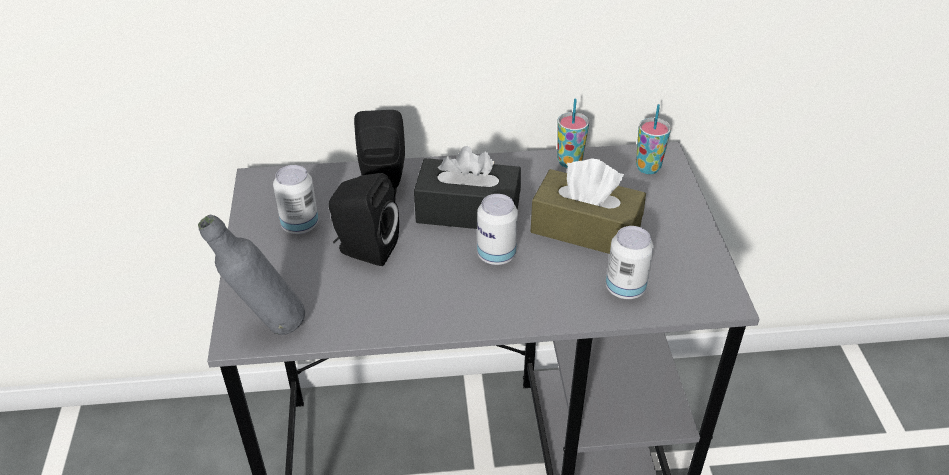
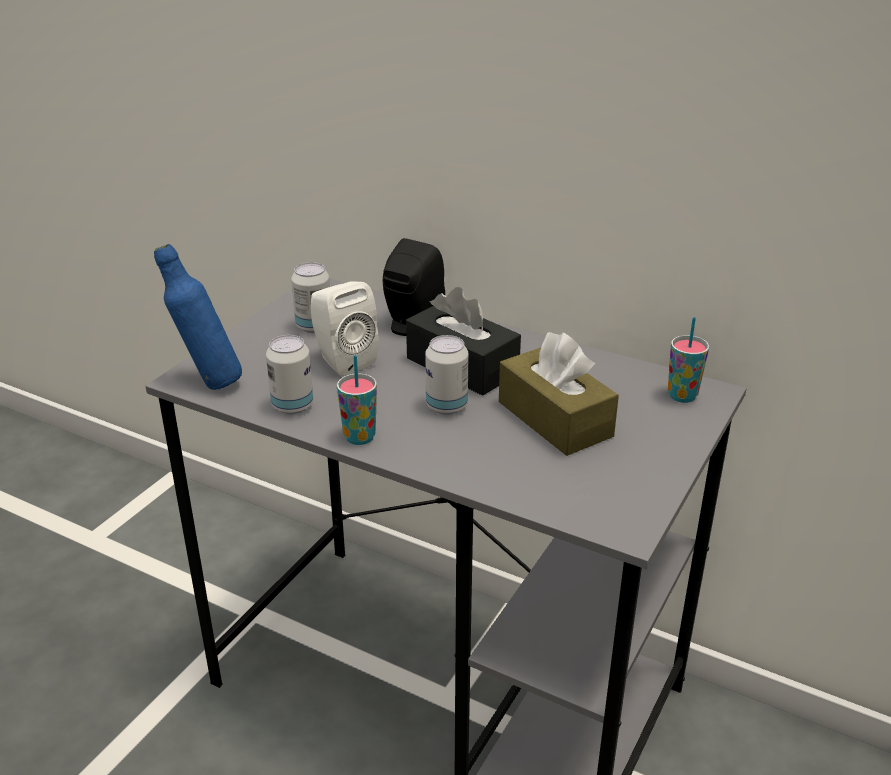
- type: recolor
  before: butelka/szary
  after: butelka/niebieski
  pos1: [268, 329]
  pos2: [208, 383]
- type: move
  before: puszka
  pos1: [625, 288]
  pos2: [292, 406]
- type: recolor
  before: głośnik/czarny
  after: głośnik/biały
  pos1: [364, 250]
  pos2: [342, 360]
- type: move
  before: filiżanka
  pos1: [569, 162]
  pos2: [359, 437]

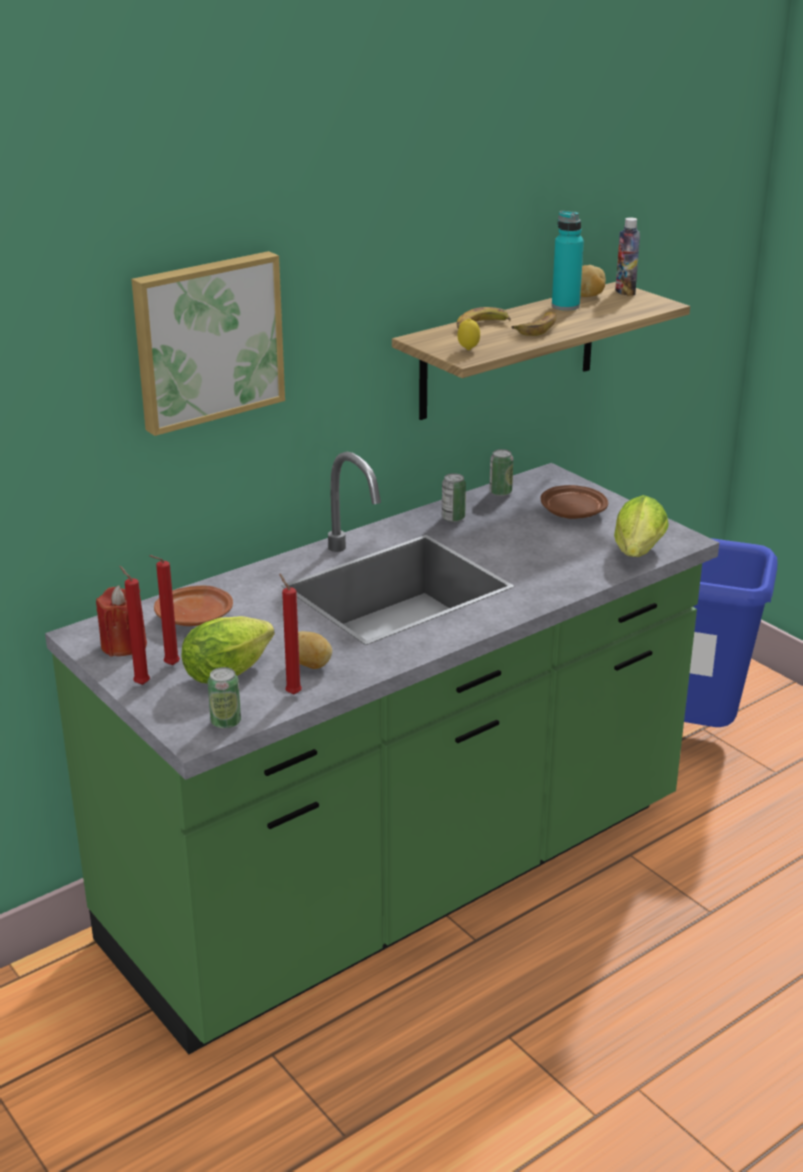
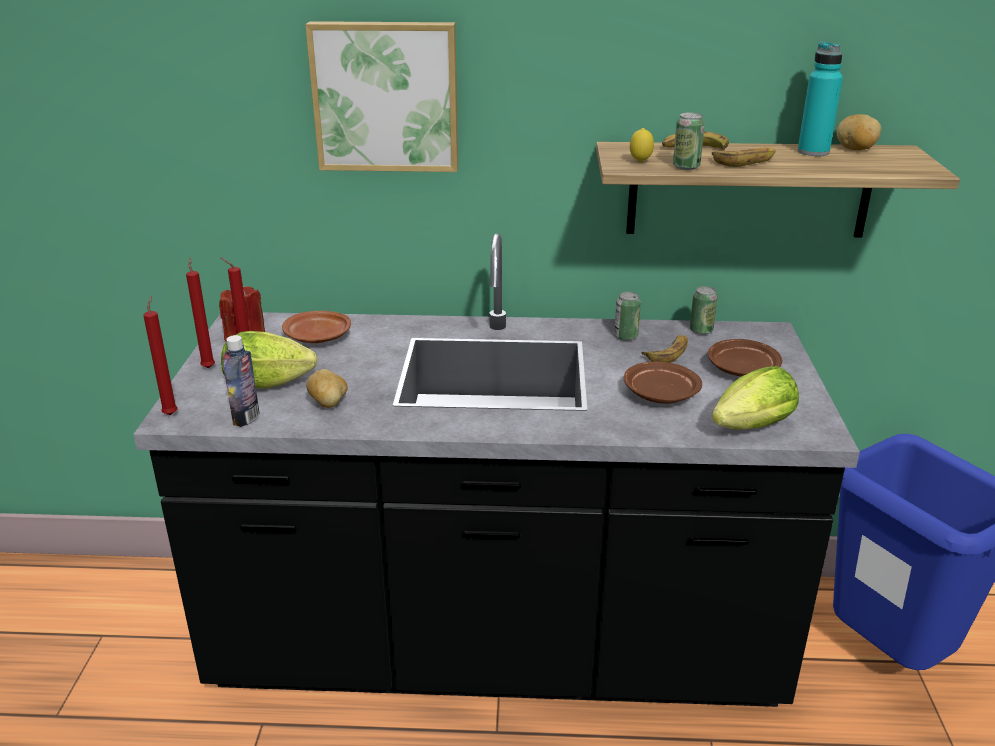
- type: recolor
  before: zabudowa kuchenna/zielony
  after: zabudowa kuchenna/czarny
  pos1: [401, 880]
  pos2: [497, 647]
- type: move
  before: świeca/czerwony
  pos1: [292, 693]
  pos2: [171, 413]
- type: move
  before: butelka
  pos1: [625, 292]
  pos2: [246, 418]
- type: insert
  after: talerz/brązowy
  pos2: [659, 394]
- type: insert
  after: banan
  pos2: [668, 353]
- type: move
  before: puszka
  pos1: [226, 722]
  pos2: [686, 167]

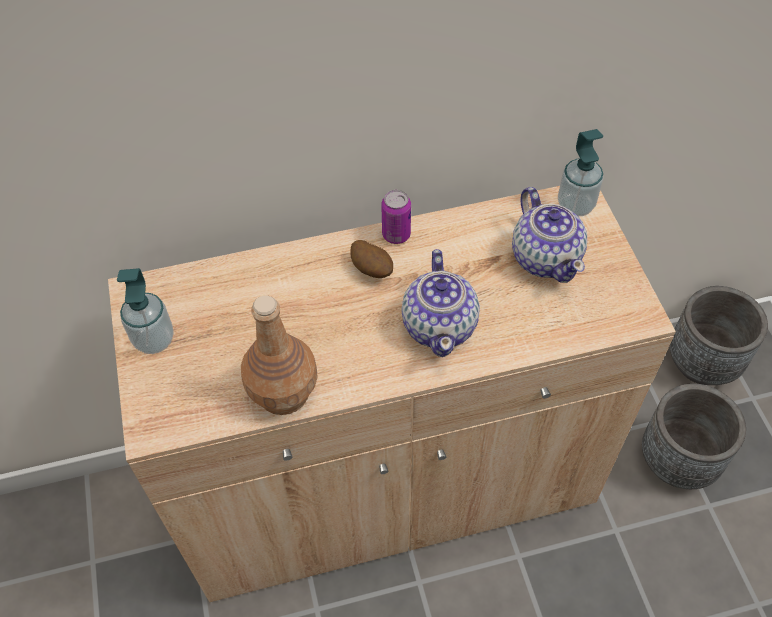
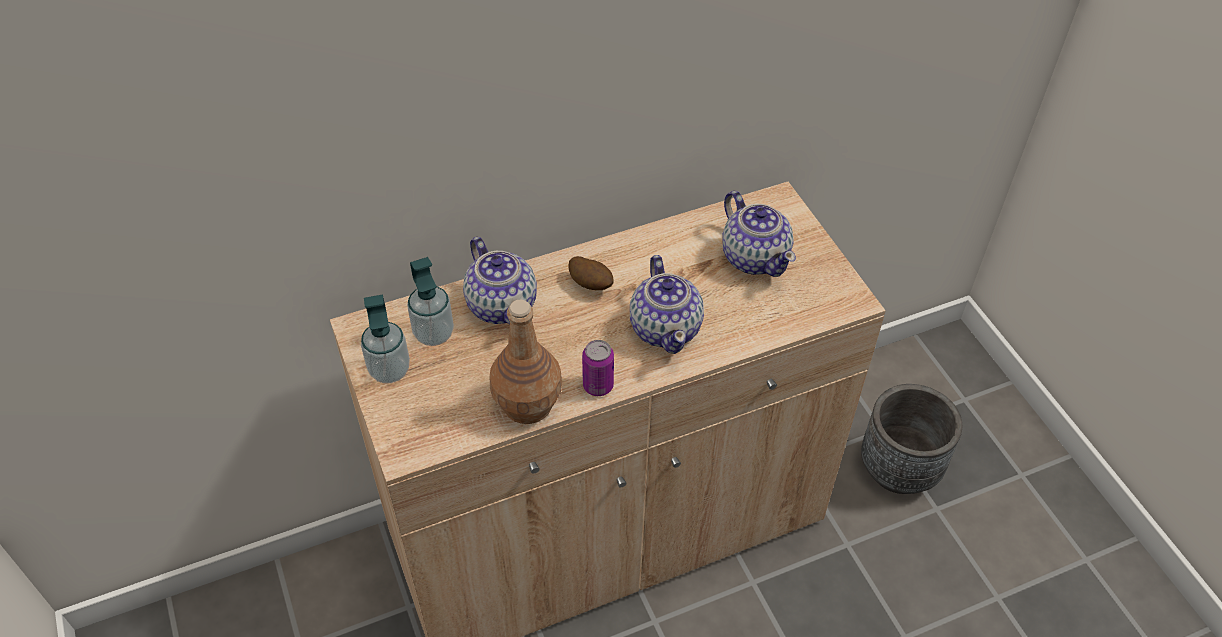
- type: move
  before: dozownik mydła
  pos1: [575, 205]
  pos2: [434, 333]
- type: insert
  after: imbryk
  pos2: [502, 304]
- type: move
  before: puszka
  pos1: [396, 235]
  pos2: [598, 386]
- type: delete
  before: donica/szary
  pos1: [702, 362]

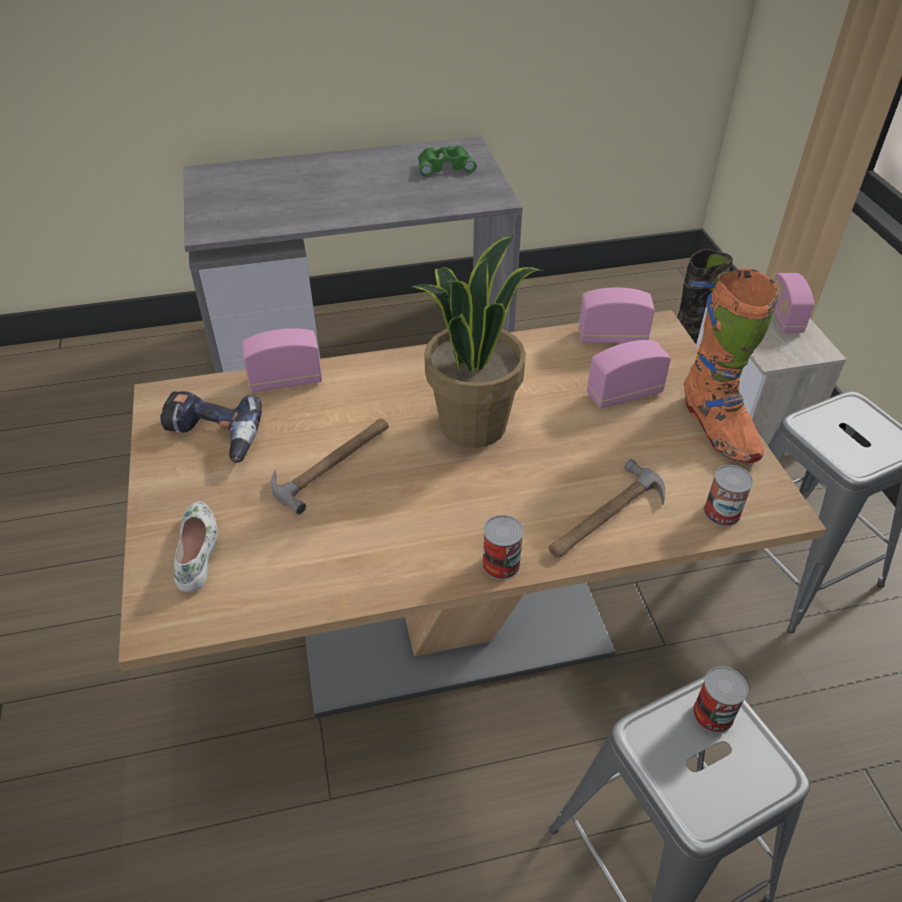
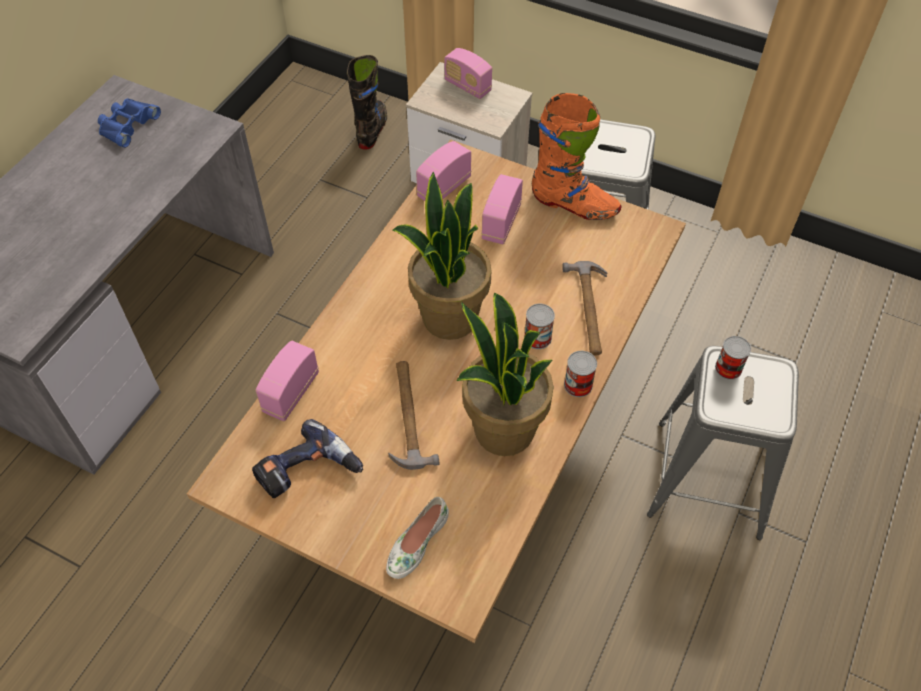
- type: recolor
  before: lornetka/zielony
  after: lornetka/niebieski
  pos1: [444, 166]
  pos2: [127, 125]
- type: rotate
  before: but/biały
  pos1: [198, 551]
  pos2: [416, 542]
  turn: -90
- type: insert
  after: roślina doniczkowa
  pos2: [502, 430]
- type: move
  before: puszka
  pos1: [722, 512]
  pos2: [537, 338]

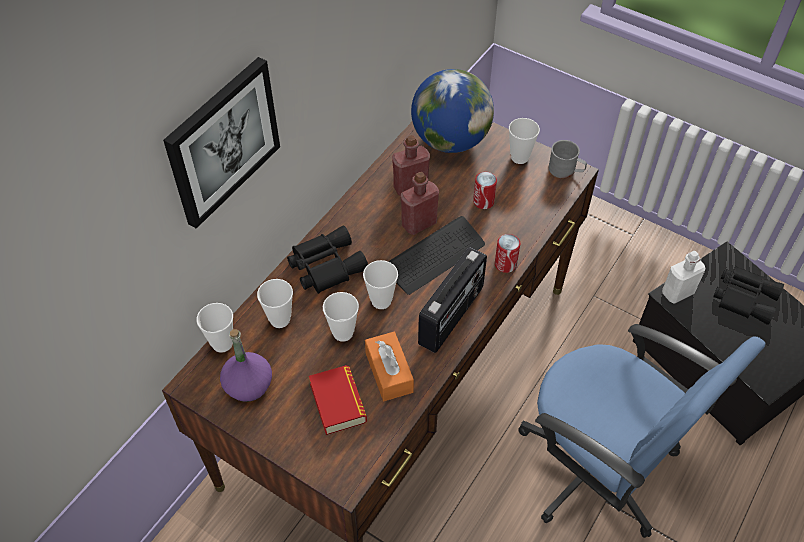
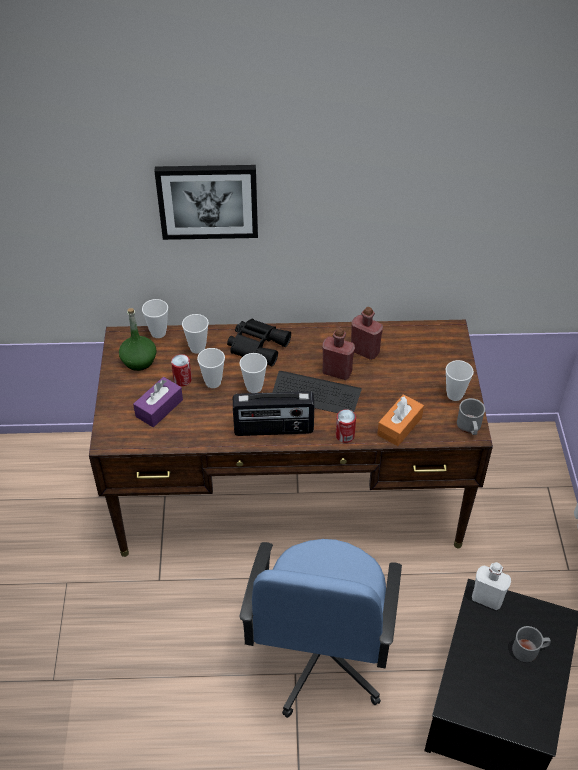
- type: recolor
  before: butelka/fioletowy
  after: butelka/zielony
  pos1: [248, 385]
  pos2: [139, 360]
- type: replace
  before: książka
  after: pudełko chusteczek/fioletowy
  pos1: [338, 403]
  pos2: [159, 408]
- type: move
  before: puszka
  pos1: [483, 201]
  pos2: [182, 380]
- type: move
  before: pudełko chusteczek/pomarańczowy
  pos1: [389, 372]
  pos2: [399, 426]
- type: replace
  before: lornetka/czarny
  after: kubek/szary
  pos1: [744, 297]
  pos2: [529, 650]
- type: delete
  before: globus
  pos1: [450, 140]

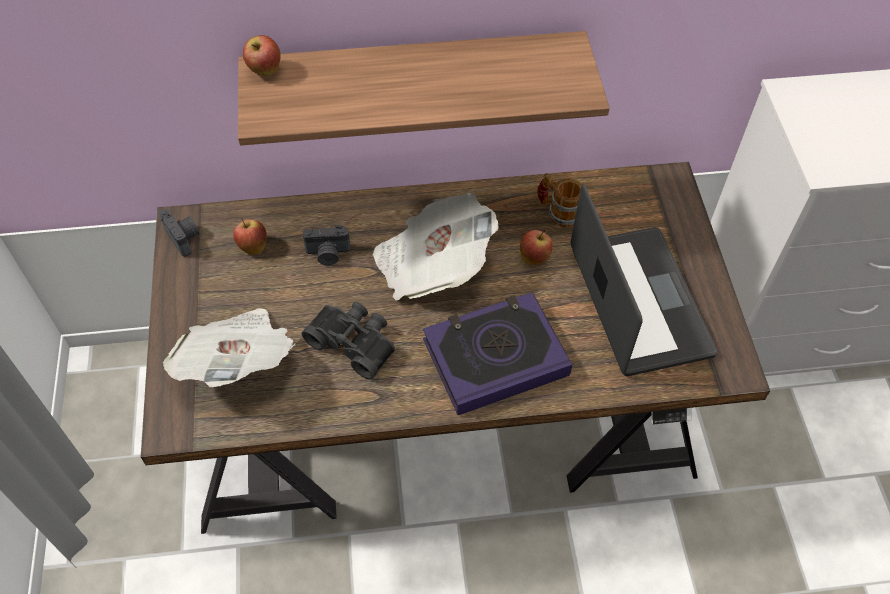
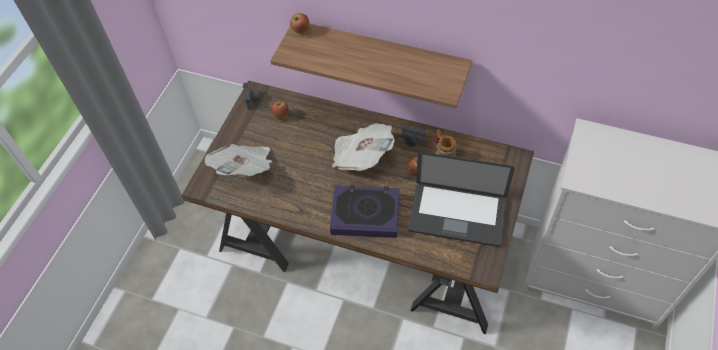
- type: move
  before: aparat fotograficzny
  pos1: [328, 254]
  pos2: [412, 140]
- type: rotate
  before: laptop
  pos1: [639, 301]
  pos2: [457, 215]
  turn: 90
- type: delete
  before: lornetka/czarny
  pos1: [354, 342]

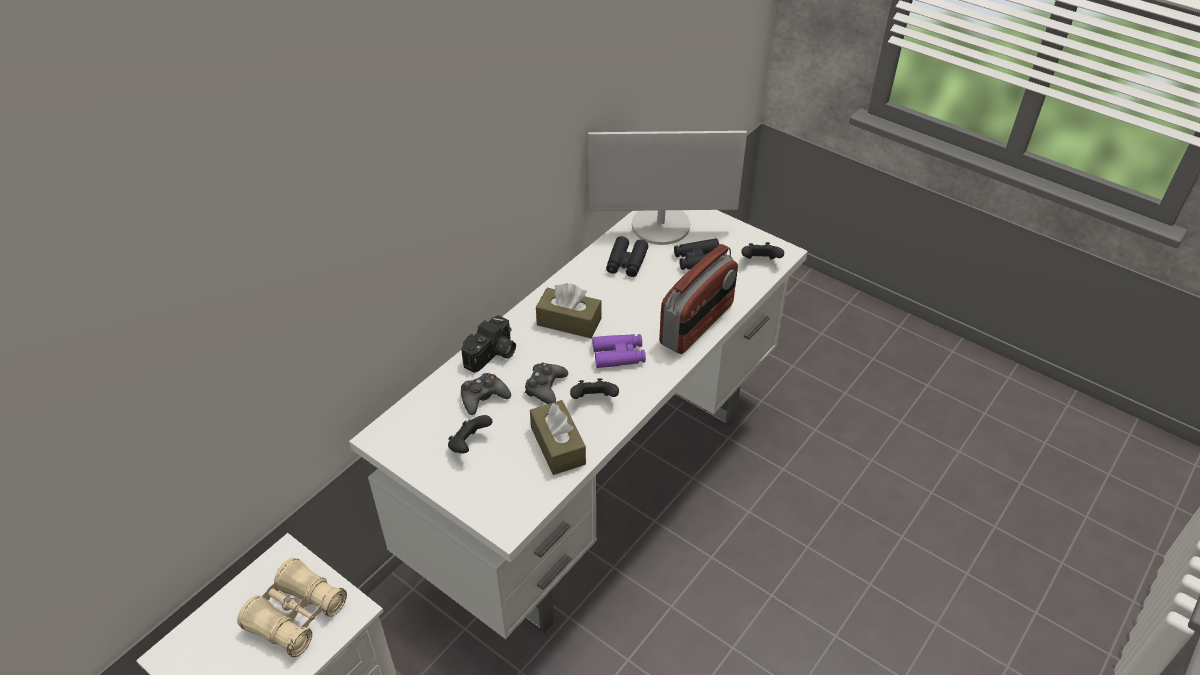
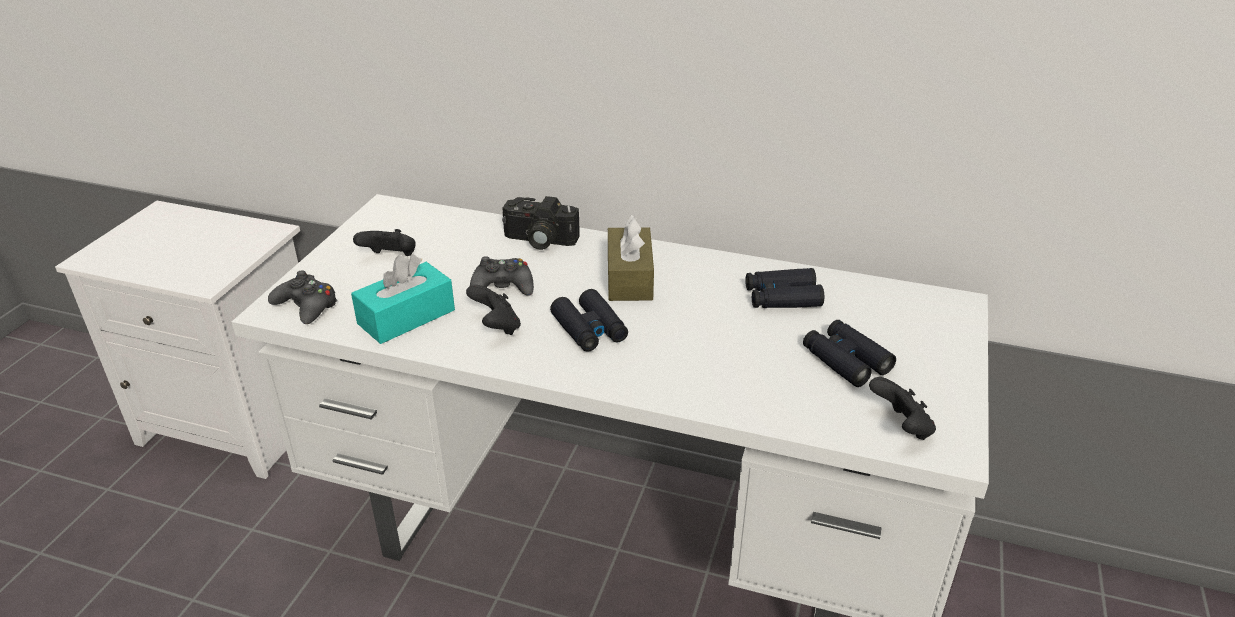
- type: move
  before: pad do gier/czarny
  pos1: [483, 397]
  pos2: [306, 306]
- type: recolor
  before: pudełko chusteczek/brązowy
  after: pudełko chusteczek/turkusowy
  pos1: [558, 446]
  pos2: [406, 317]
- type: recolor
  before: lornetka/fioletowy
  after: lornetka/czarny
  pos1: [618, 355]
  pos2: [589, 329]
- type: delete
  before: lornetka/beżowy
  pos1: [296, 615]
- type: delete
  before: monitor
  pos1: [661, 226]
- type: delete
  before: radio
  pos1: [697, 324]

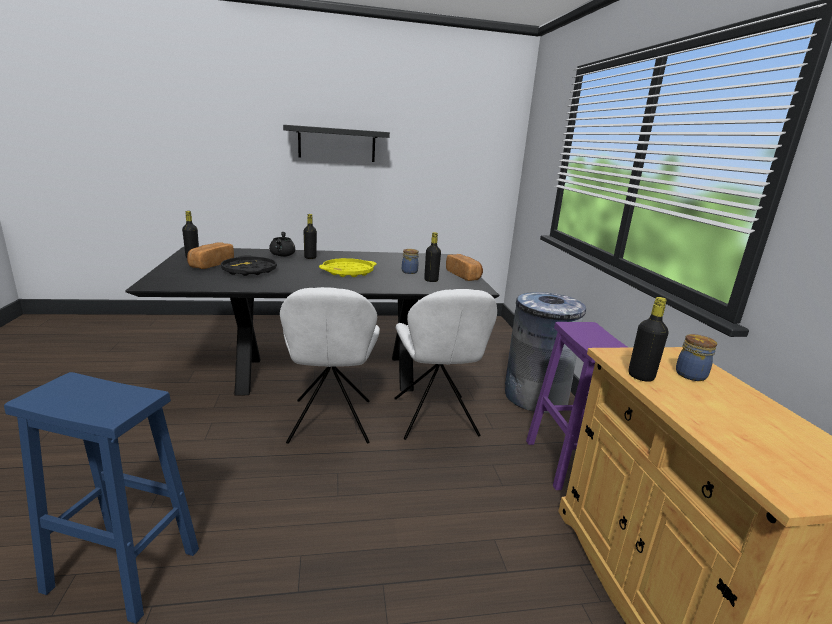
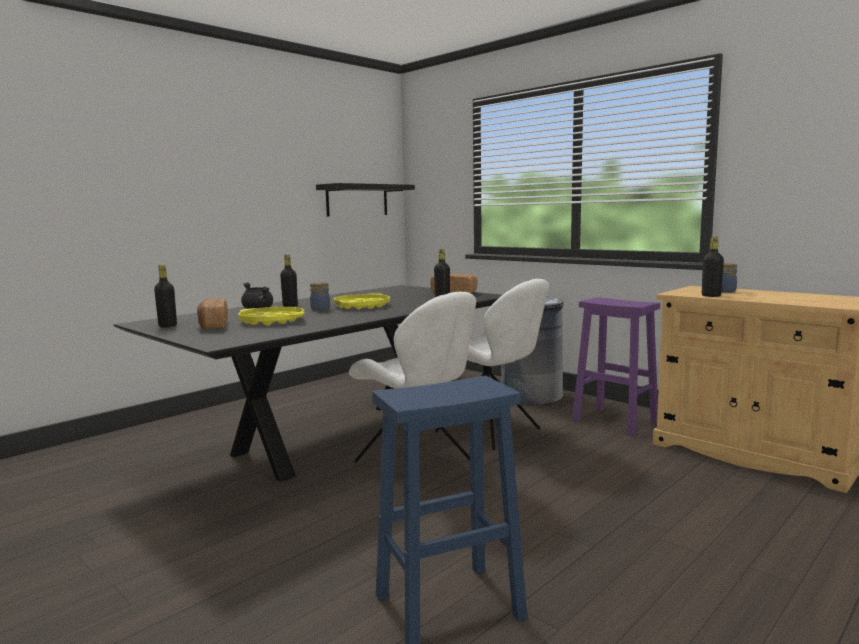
- type: recolor
  before: taca/czarny
  after: taca/żółty
  pos1: [249, 270]
  pos2: [272, 321]
- type: move
  before: słoik
  pos1: [410, 272]
  pos2: [320, 309]
- type: move
  before: półka/czarny
  pos1: [337, 144]
  pos2: [357, 200]

